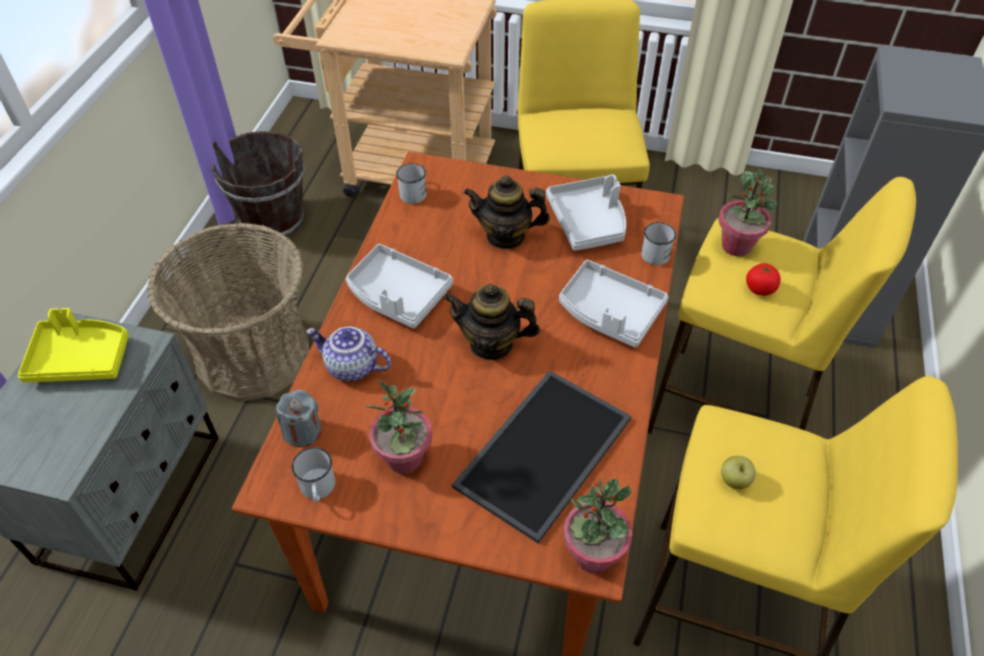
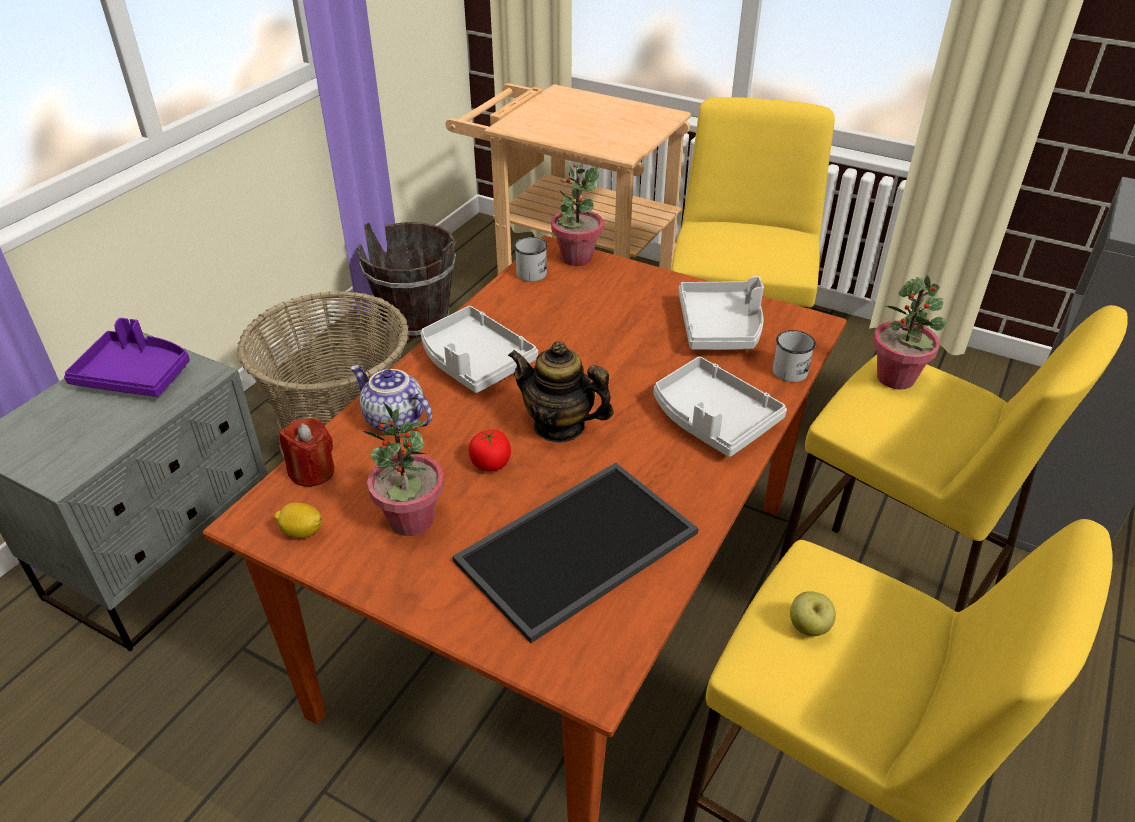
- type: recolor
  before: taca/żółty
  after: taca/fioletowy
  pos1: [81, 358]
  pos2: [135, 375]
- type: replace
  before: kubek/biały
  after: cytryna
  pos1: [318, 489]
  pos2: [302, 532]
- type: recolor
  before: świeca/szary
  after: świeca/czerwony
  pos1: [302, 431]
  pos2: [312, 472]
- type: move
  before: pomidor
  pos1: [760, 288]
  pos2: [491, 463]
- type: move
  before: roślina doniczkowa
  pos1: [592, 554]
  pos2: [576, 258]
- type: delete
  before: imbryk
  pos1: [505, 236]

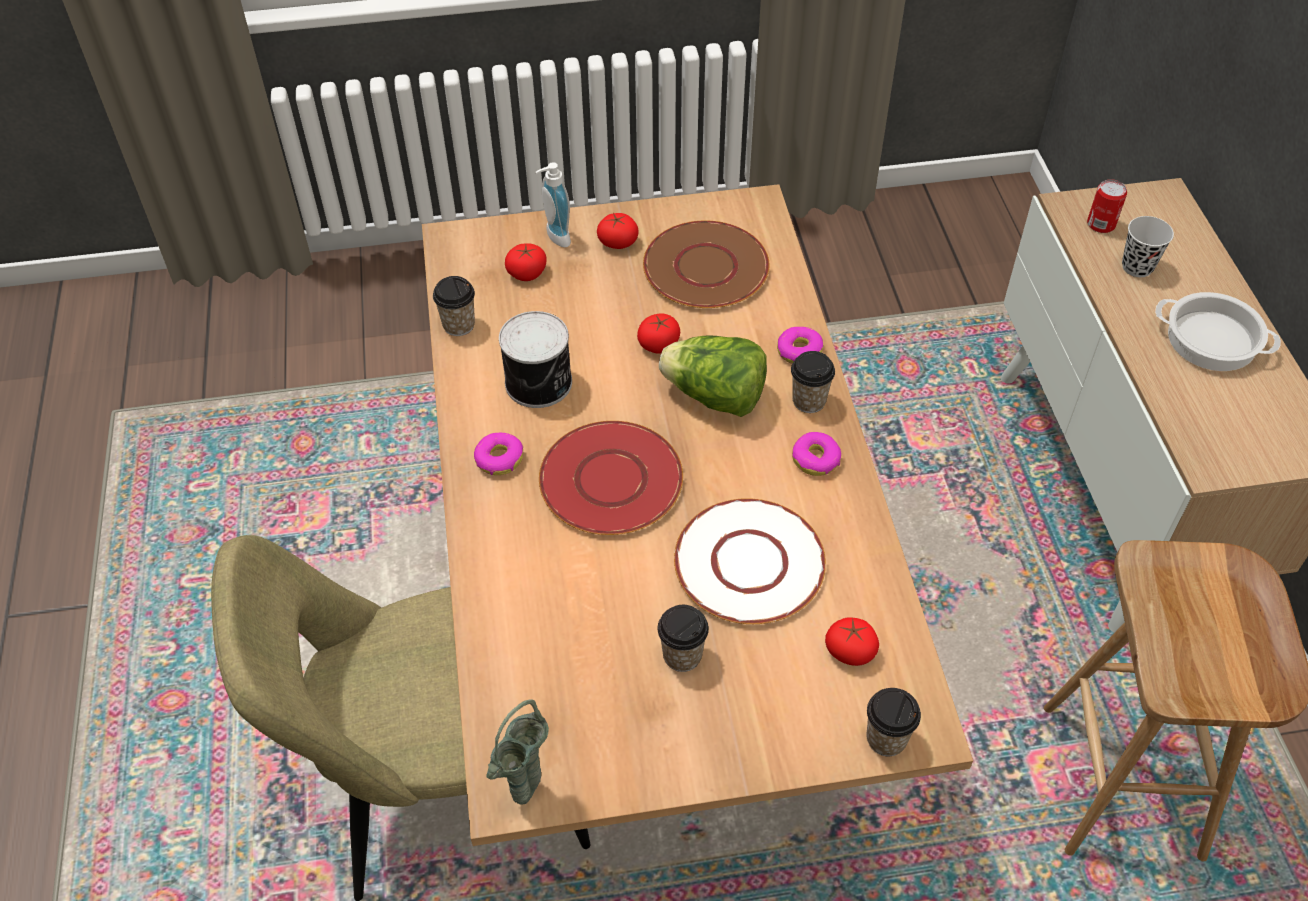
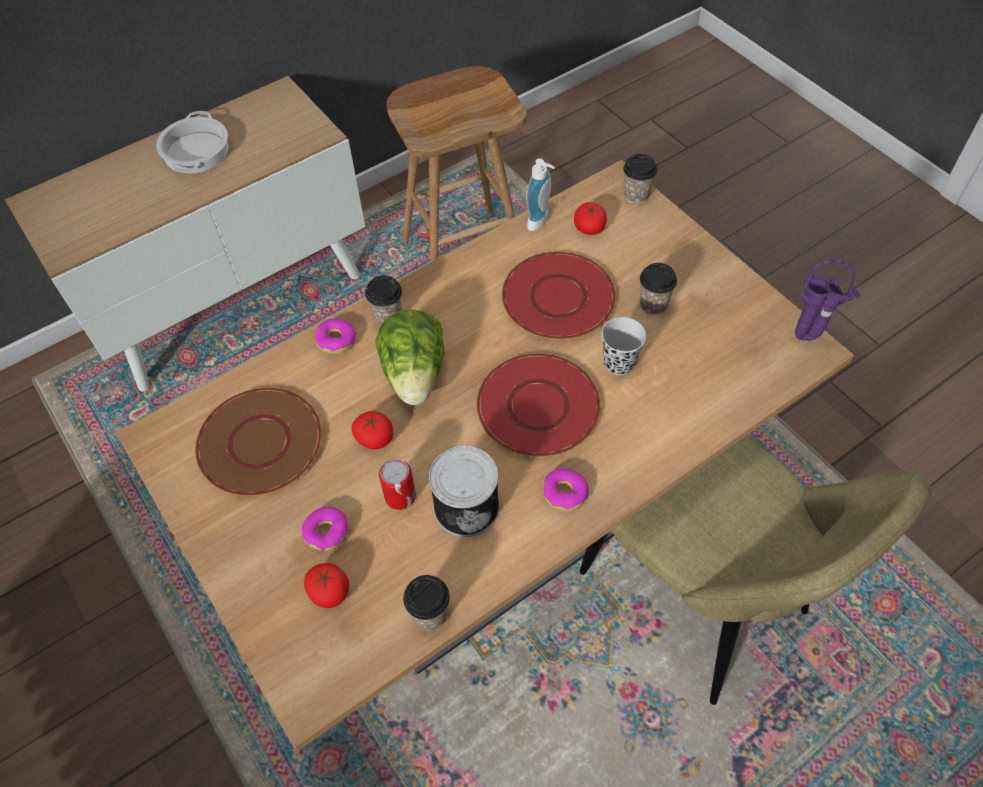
- type: move
  before: donut
  pos1: [815, 459]
  pos2: [327, 532]
- type: move
  before: puszka
  pos1: [1101, 224]
  pos2: [400, 496]
- type: recolor
  before: talerz/biały
  after: talerz/czerwony
  pos1: [749, 562]
  pos2: [557, 298]
- type: move
  before: dozownik mydła
  pos1: [554, 238]
  pos2: [541, 222]
- type: move
  before: filiżanka/czarny
  pos1: [1137, 267]
  pos2: [619, 363]
- type: recolor
  before: wazon/zielony
  after: wazon/fioletowy
  pos1: [526, 798]
  pos2: [808, 339]
- type: delete
  before: pomidor
  pos1: [618, 242]

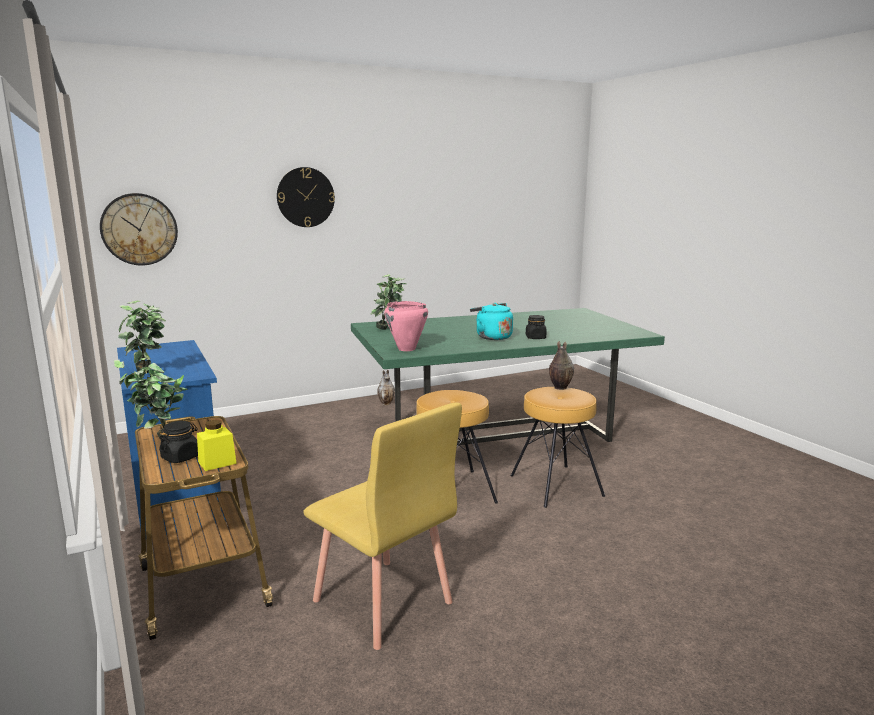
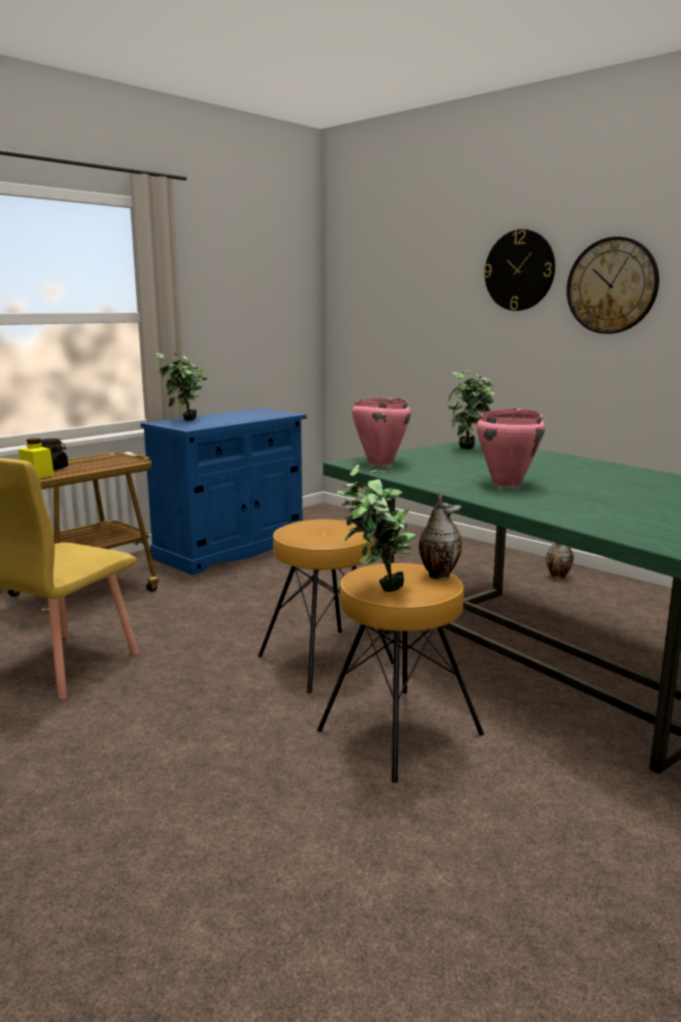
- type: move
  before: roślina doniczkowa
  pos1: [159, 443]
  pos2: [376, 589]
- type: replace
  before: czajnik/turkusowy
  after: garnek/różowy
  pos1: [491, 337]
  pos2: [507, 484]
- type: move
  before: zegar ścienny
  pos1: [139, 229]
  pos2: [612, 286]
- type: delete
  before: słoik/czarny
  pos1: [535, 338]

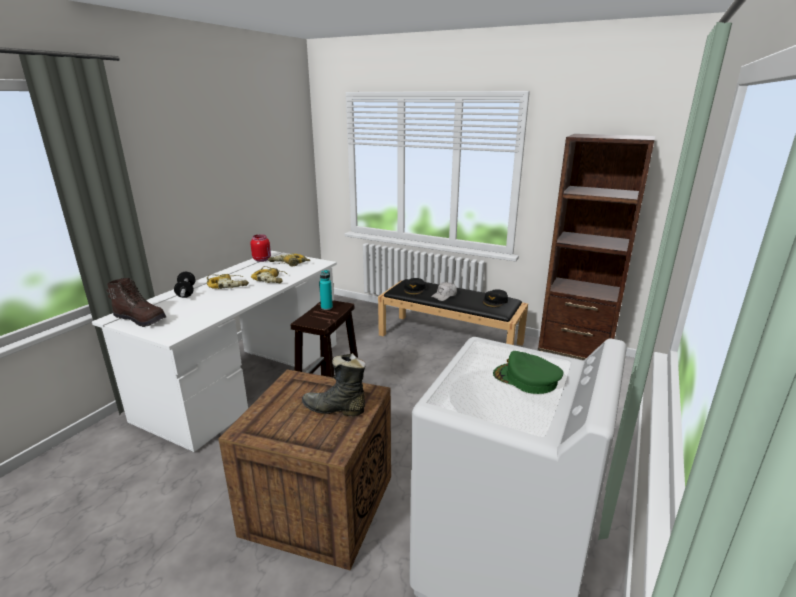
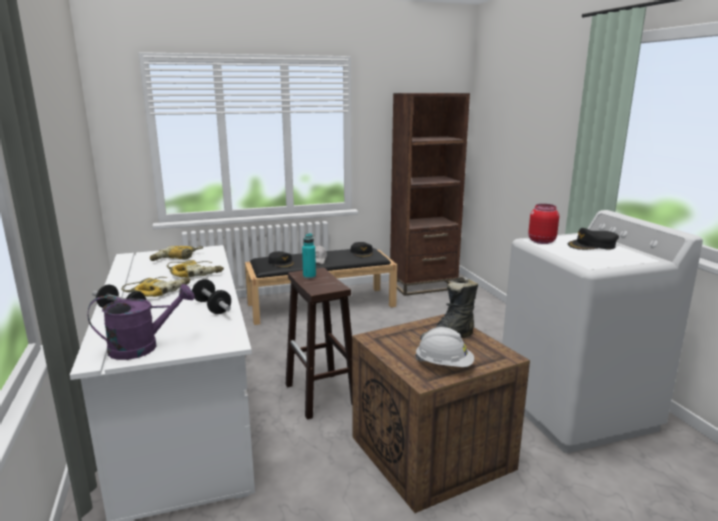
- type: replace
  before: but z cholewką/brązowy
  after: konewka/fioletowy
  pos1: [141, 319]
  pos2: [143, 347]
- type: insert
  after: hantel
  pos2: [212, 307]
- type: insert
  after: kask/biały
  pos2: [444, 365]
- type: move
  before: słoik/czerwony
  pos1: [262, 259]
  pos2: [541, 241]
- type: recolor
  before: czapka z daszkiem/zielony
  after: czapka z daszkiem/czarny
  pos1: [526, 379]
  pos2: [592, 245]

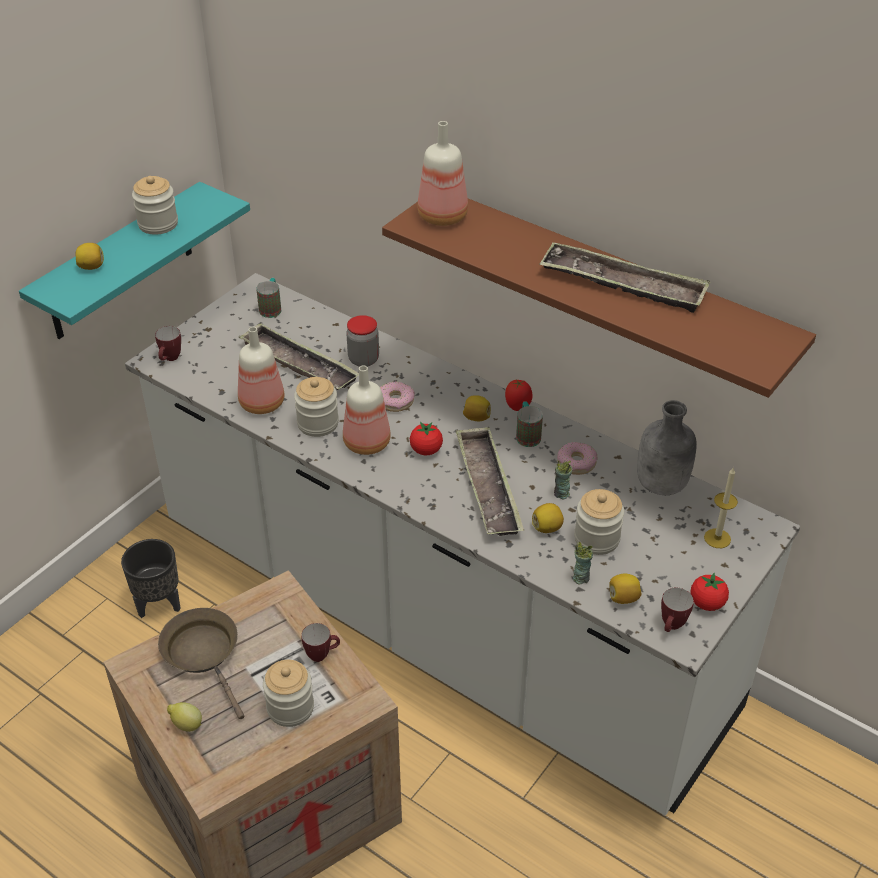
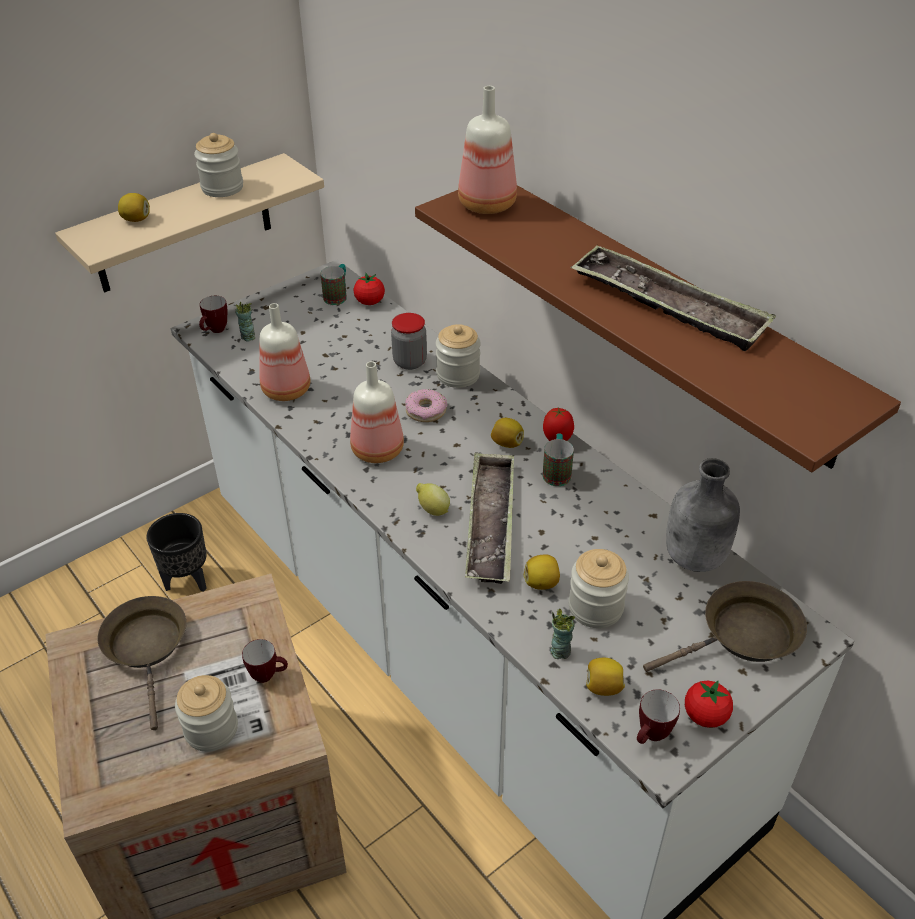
- type: recolor
  before: półka/turkusowy
  after: półka/beżowy
  pos1: [120, 263]
  pos2: [183, 225]
- type: move
  before: filiżanka
  pos1: [561, 494]
  pos2: [248, 337]
- type: move
  before: pomidor
  pos1: [426, 450]
  pos2: [370, 302]
- type: move
  before: cytryna
  pos1: [186, 725]
  pos2: [432, 510]
- type: move
  before: słoik
  pos1: [318, 423]
  pos2: [458, 375]
- type: replace
  before: świeca
  after: patelnia/brązowy
  pos1: [717, 538]
  pos2: [743, 636]
- type: delete
  before: taca
  pos1: [299, 364]
- type: delete
  before: donut
  pos1: [576, 463]

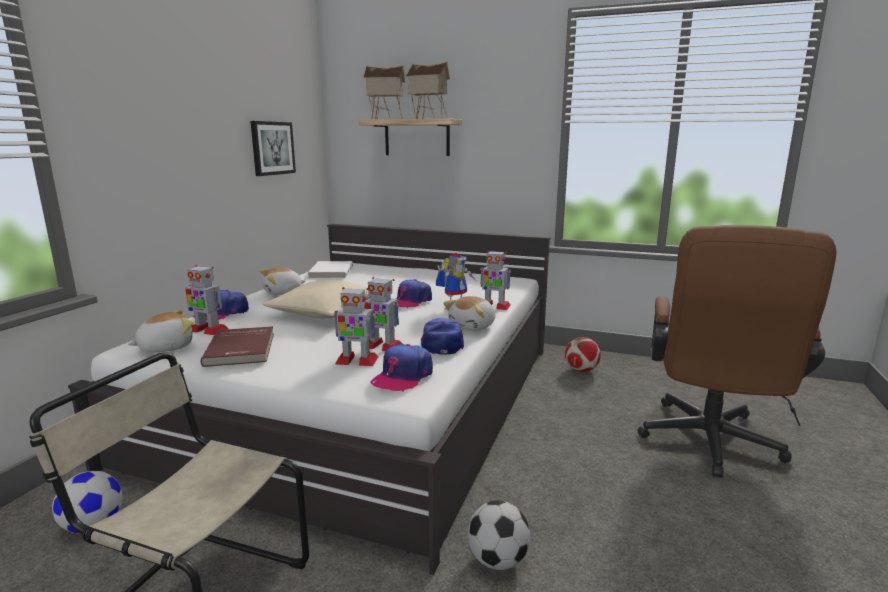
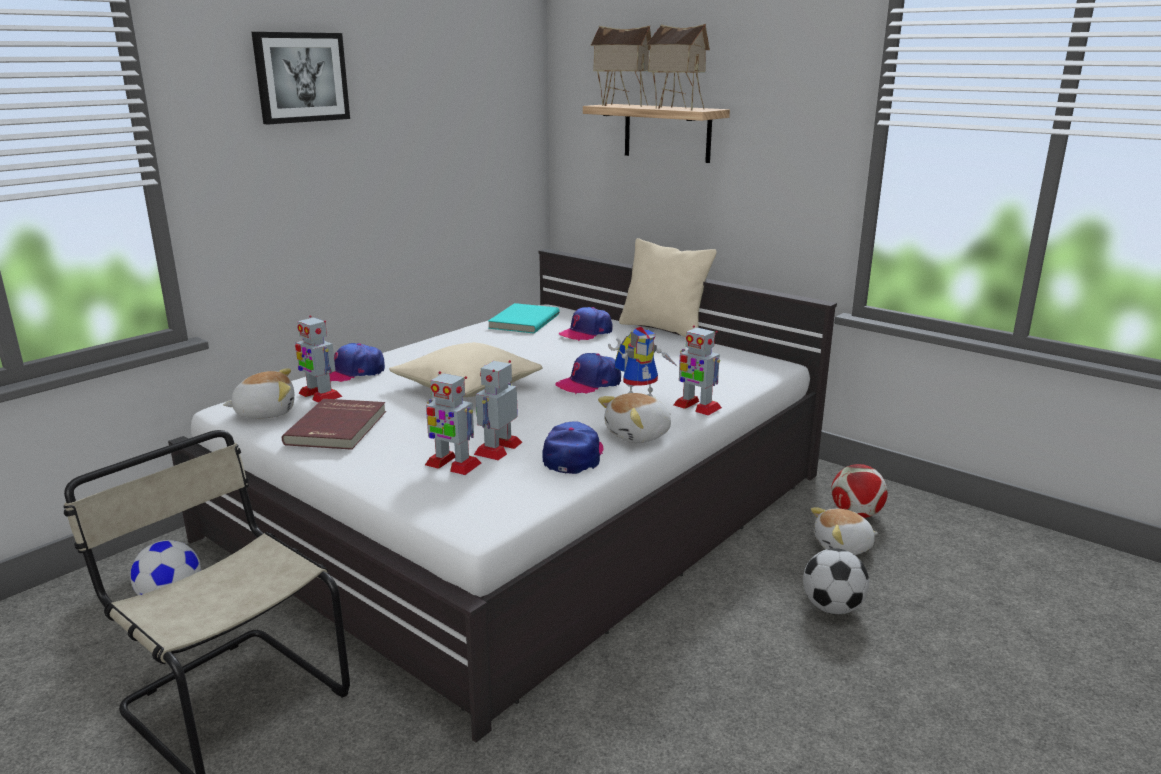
- type: move
  before: obraz
  pos1: [272, 148]
  pos2: [301, 77]
- type: rotate
  before: robot zabawkowy
  pos1: [382, 346]
  pos2: [498, 448]
  turn: 75
- type: recolor
  before: książka/biały
  after: książka/turkusowy
  pos1: [330, 272]
  pos2: [523, 321]
- type: move
  before: czapka z daszkiem
  pos1: [402, 376]
  pos2: [586, 332]
- type: insert
  after: poduszka/beżowy
  pos2: [663, 328]
- type: move
  before: piłka futbolowa
  pos1: [497, 561]
  pos2: [832, 608]
- type: move
  before: pluszak
  pos1: [283, 292]
  pos2: [843, 547]
- type: delete
  before: krzesło biurowe/brązowy
  pos1: [709, 445]

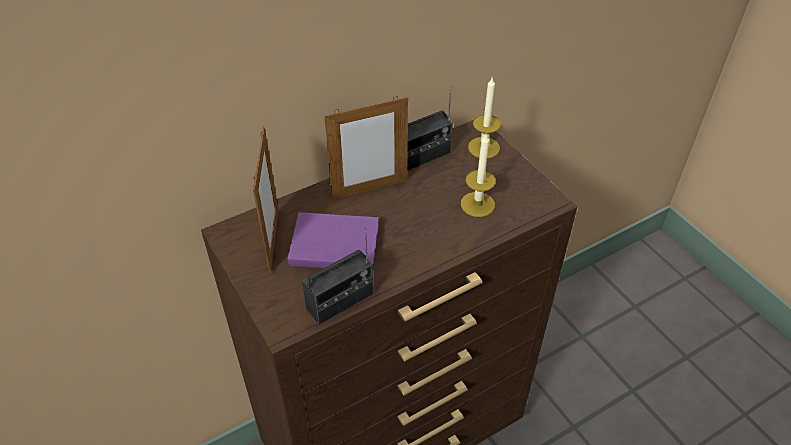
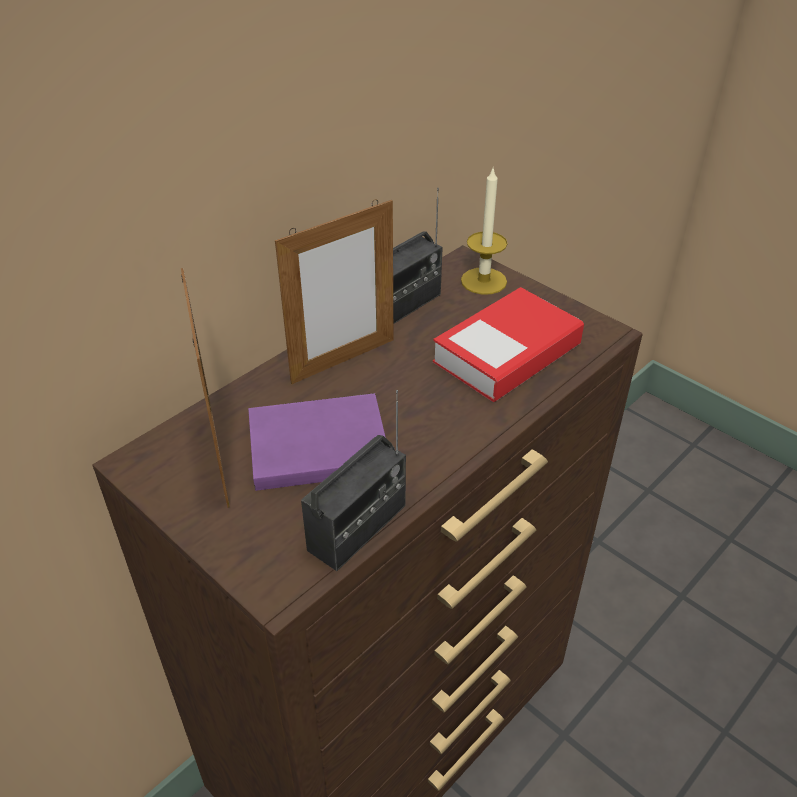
- type: replace
  before: świeca
  after: książka
  pos1: [477, 204]
  pos2: [507, 353]

